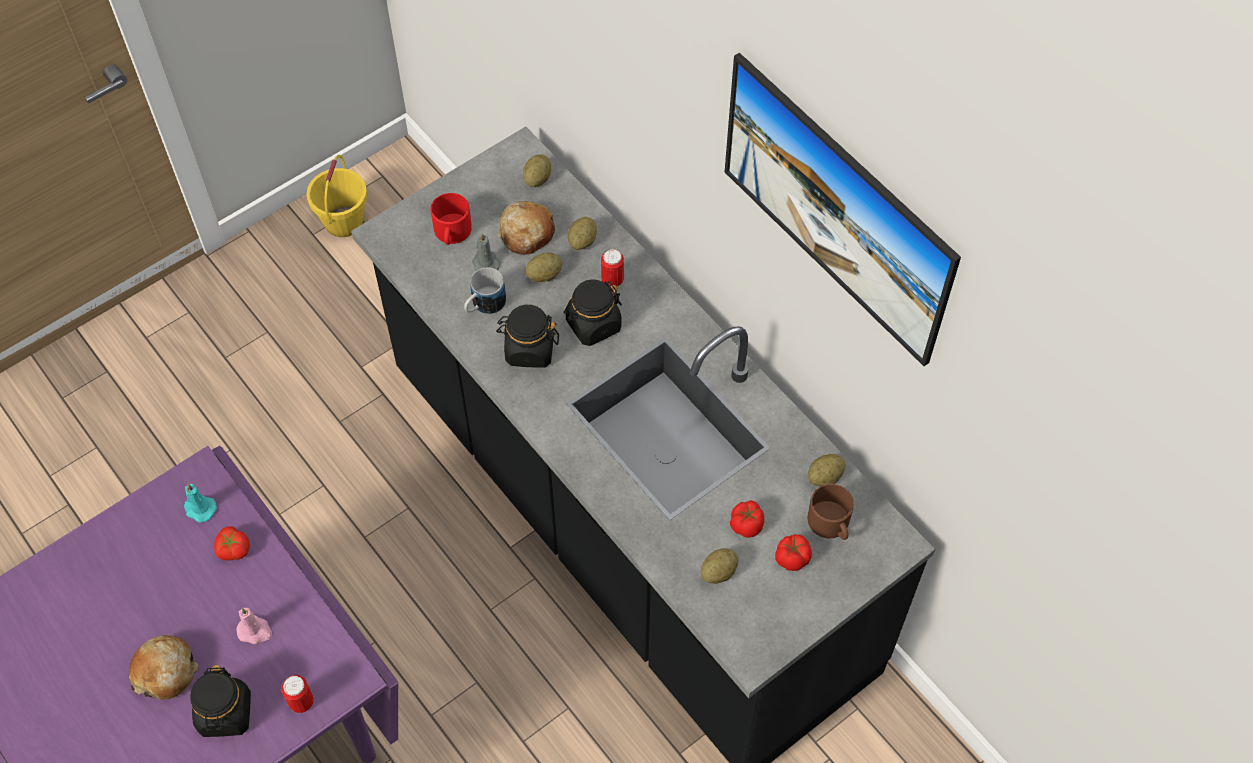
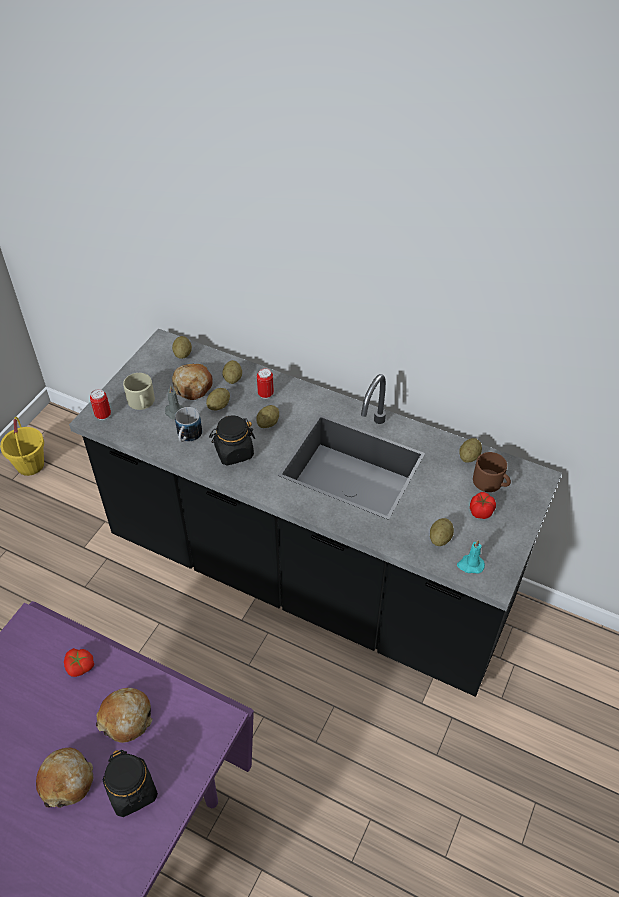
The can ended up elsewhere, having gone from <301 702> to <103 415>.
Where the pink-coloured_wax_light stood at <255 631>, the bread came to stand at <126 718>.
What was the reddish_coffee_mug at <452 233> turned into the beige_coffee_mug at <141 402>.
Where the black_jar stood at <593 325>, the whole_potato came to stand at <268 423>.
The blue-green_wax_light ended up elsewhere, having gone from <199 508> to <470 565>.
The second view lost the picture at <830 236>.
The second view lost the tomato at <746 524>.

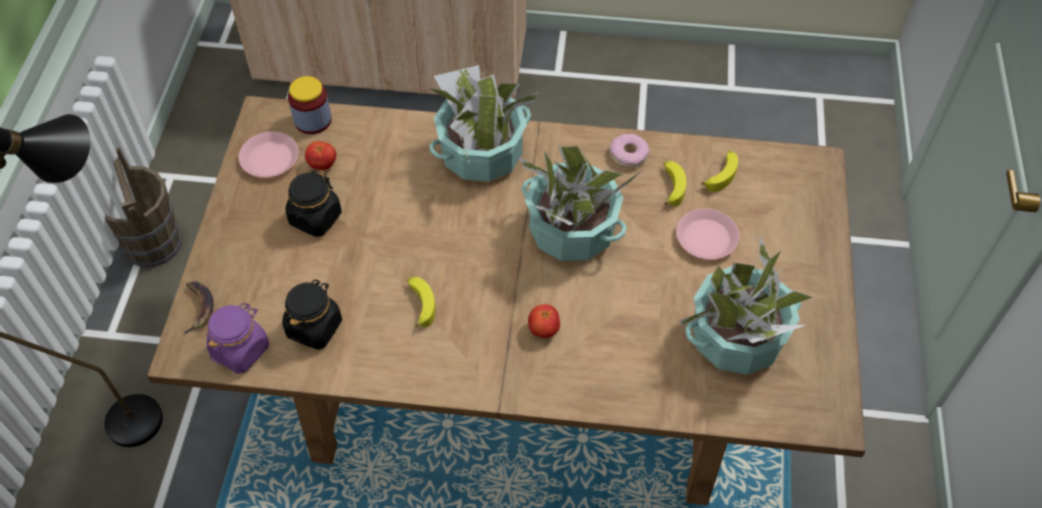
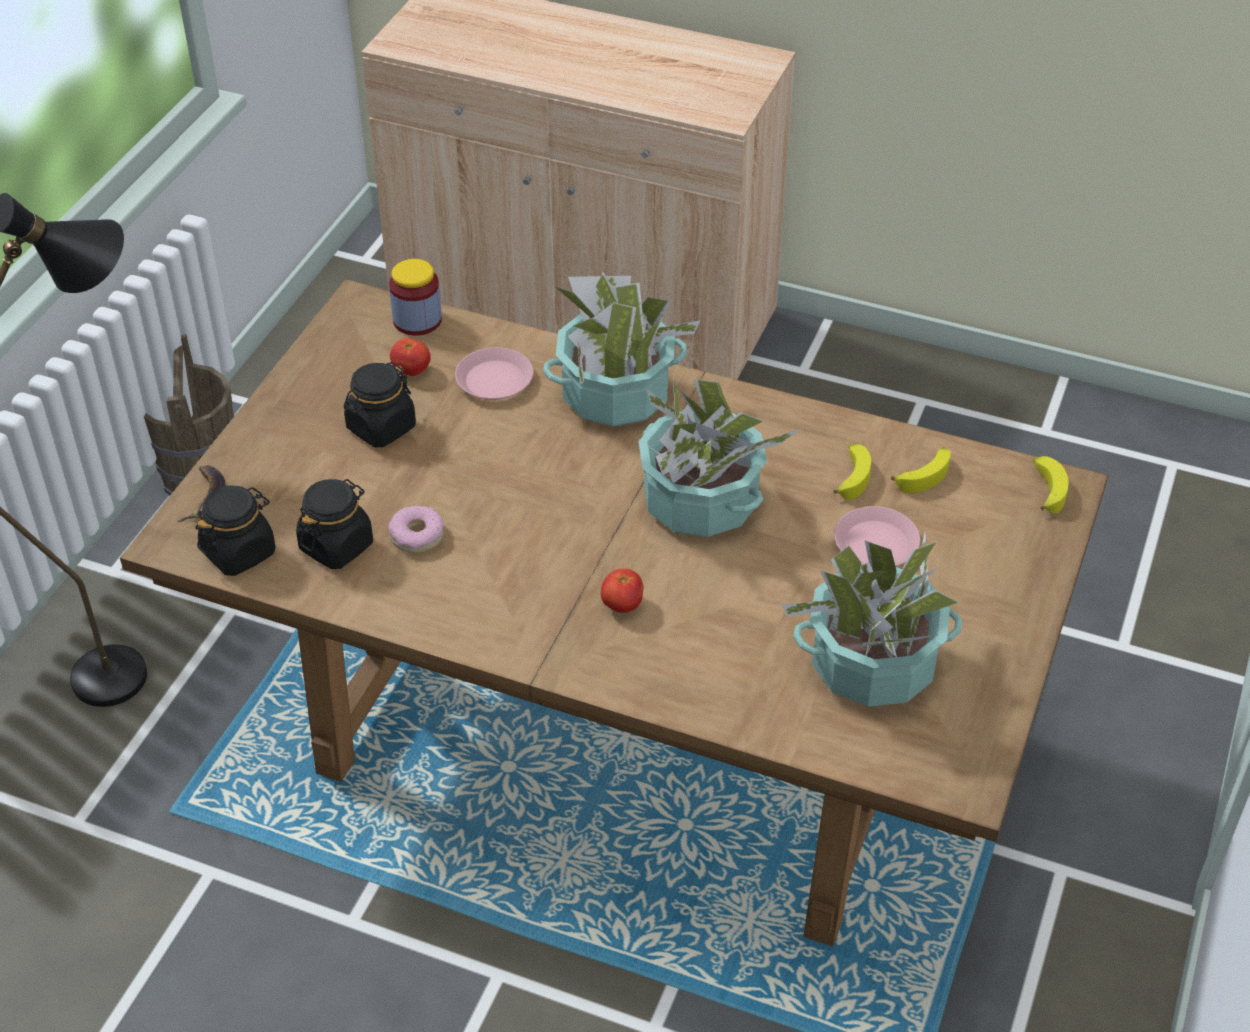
What was the purplish_jar at <240 350> turned into the black_jar at <239 552>.
The doughnut ended up elsewhere, having gone from <628 155> to <416 536>.
The pink-coloured_plate ended up elsewhere, having gone from <269 159> to <494 380>.
The whole_banana ended up elsewhere, having gone from <420 304> to <1046 489>.

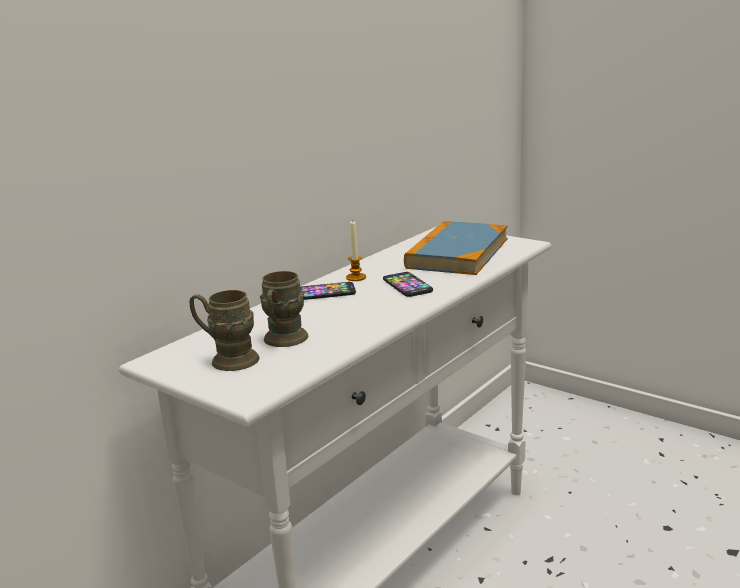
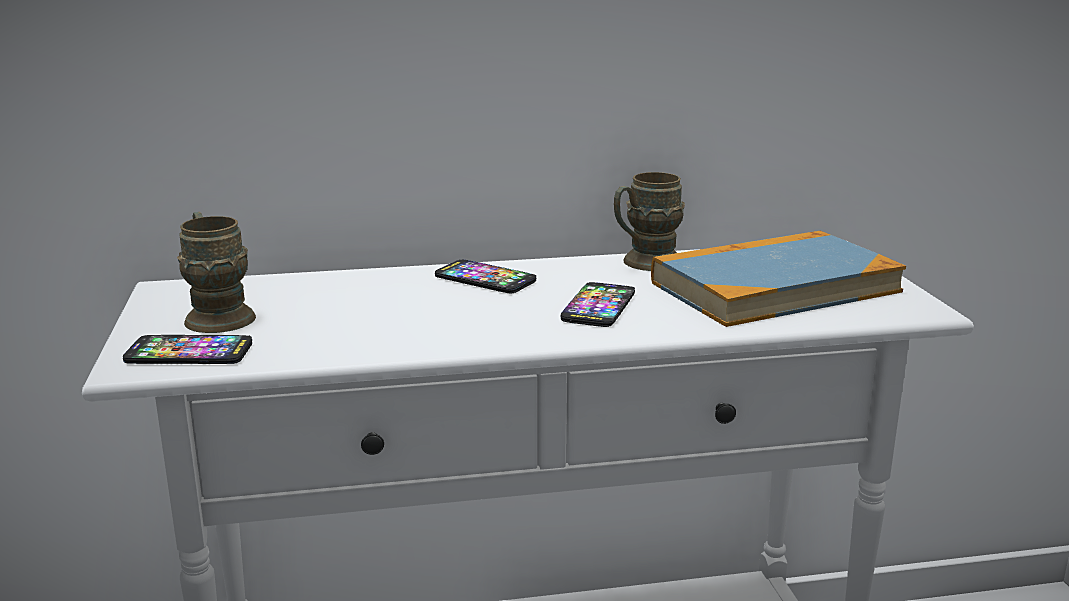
The second view gained the telephone at <189 352>.
The brown-coloured_coffee_mug ended up elsewhere, having gone from <283 341> to <644 264>.
The second view lost the wax_light at <356 277>.

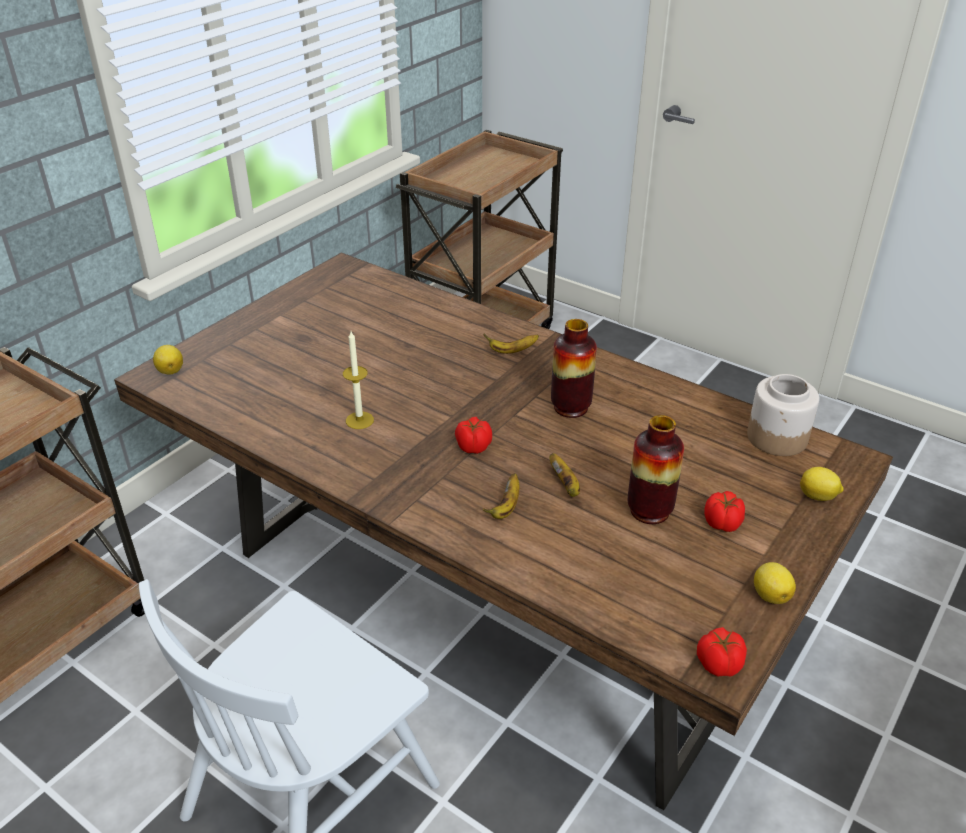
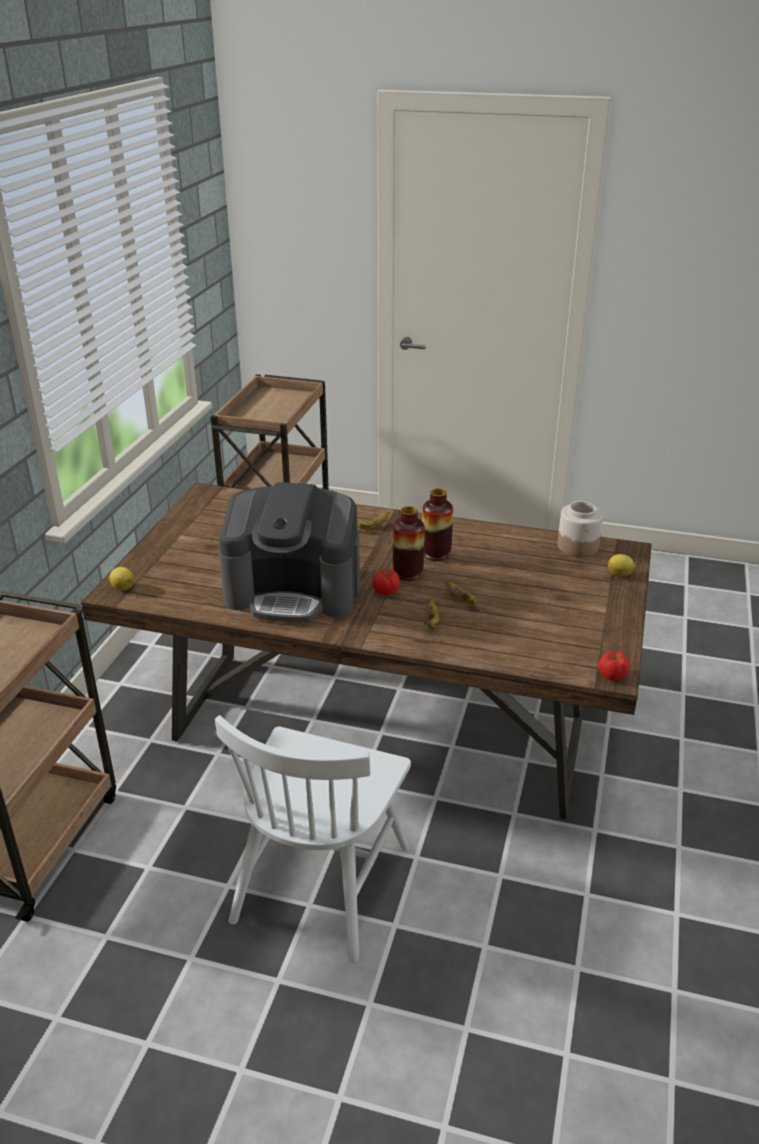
Where the wax_light stood at <359 420>, the coffee_maker came to stand at <294 591>.
The flower_vase ended up elsewhere, having gone from <649 511> to <408 574>.
The second view lost the tomato at <722 524>.
The second view lost the citrus_fruit at <770 595>.

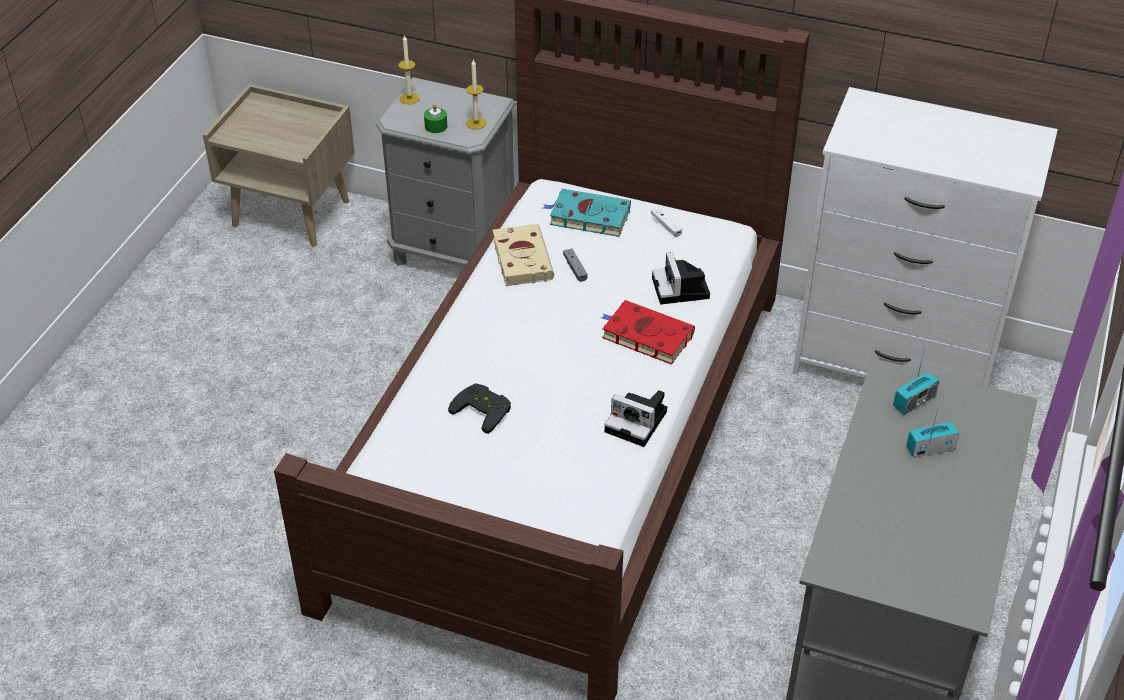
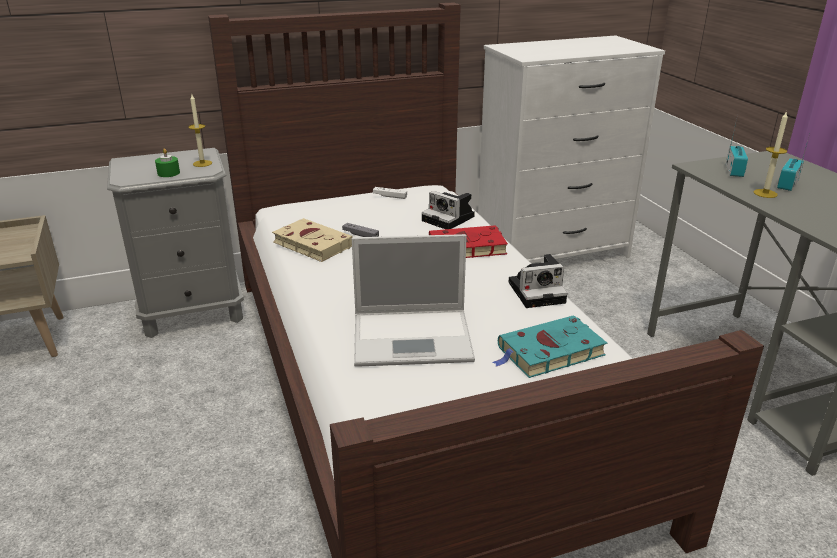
Where the black_game_controller stood at <484 409>, the notebook_computer came to stand at <414 337>.
The blue-green_book ended up elsewhere, having gone from <587 216> to <548 352>.
The wax_light ended up elsewhere, having gone from <409 98> to <765 193>.

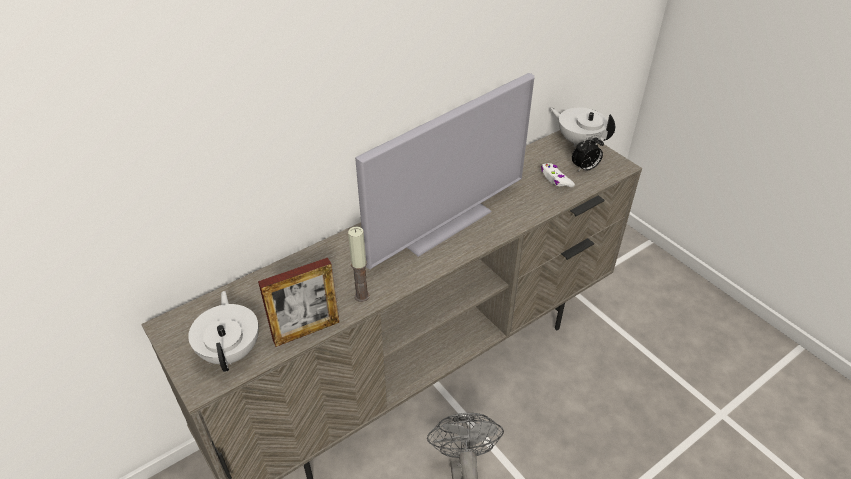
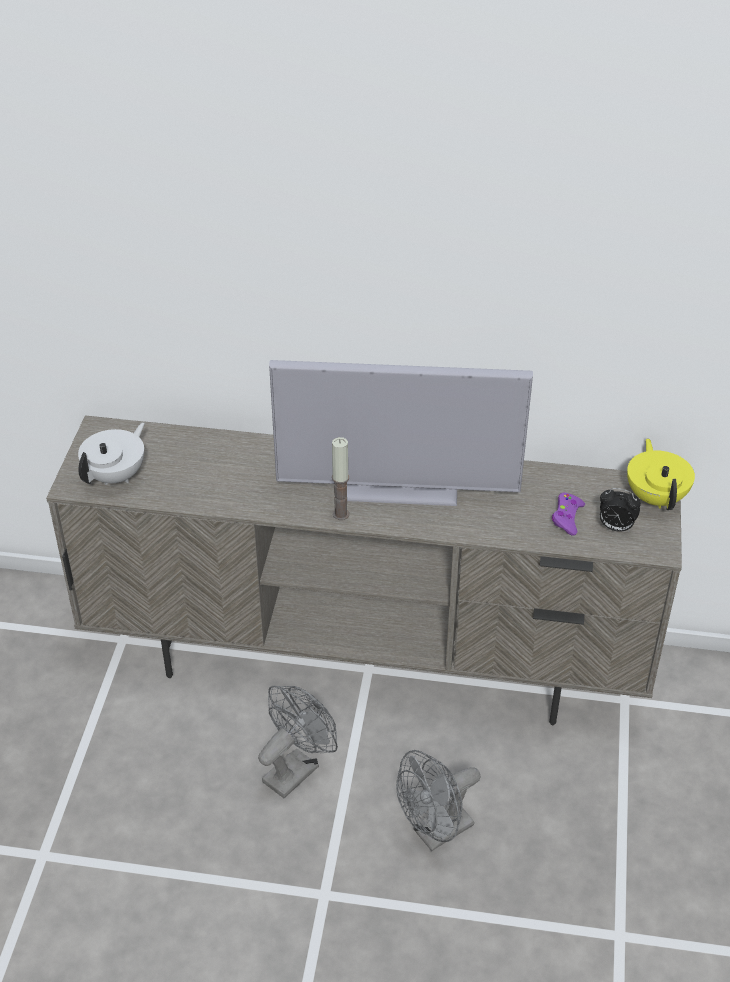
The wax_light ended up elsewhere, having gone from <362 296> to <341 514>.
The second view gained the grey_cooling_fan at <436 833>.
What was the whitish_game_controller at <555 179> turned into the purplish_game_controller at <567 518>.
What was the whitish_pot_for_tea at <578 141> turned into the yellow_pot_for_tea at <656 497>.
The second view lost the picture_frame at <306 331>.

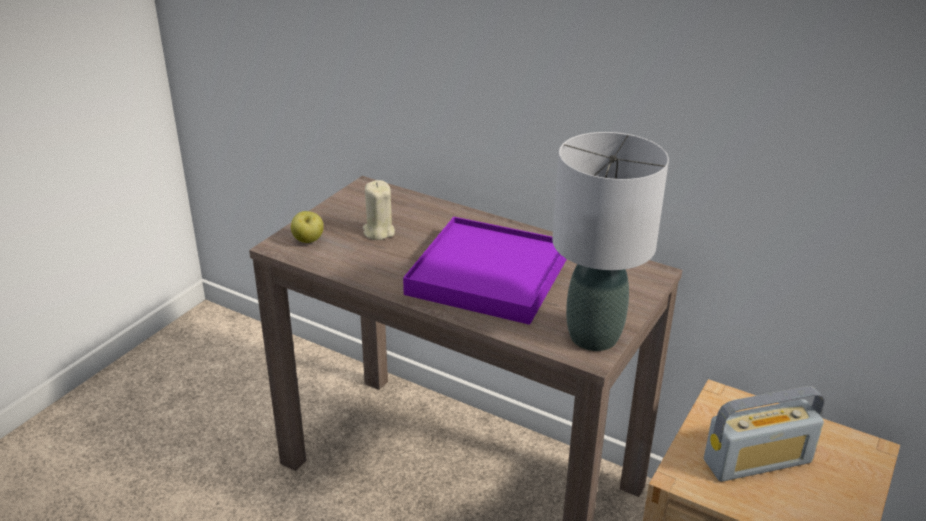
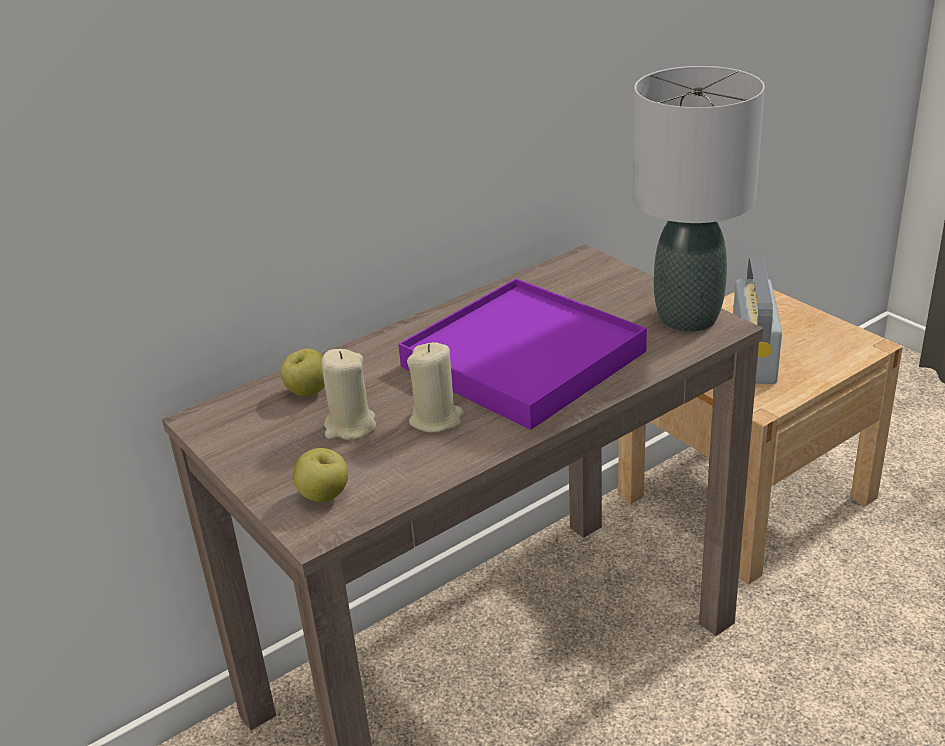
The second view gained the whole_apple at <308 392>.
The second view gained the beige_wax_light at <436 419>.

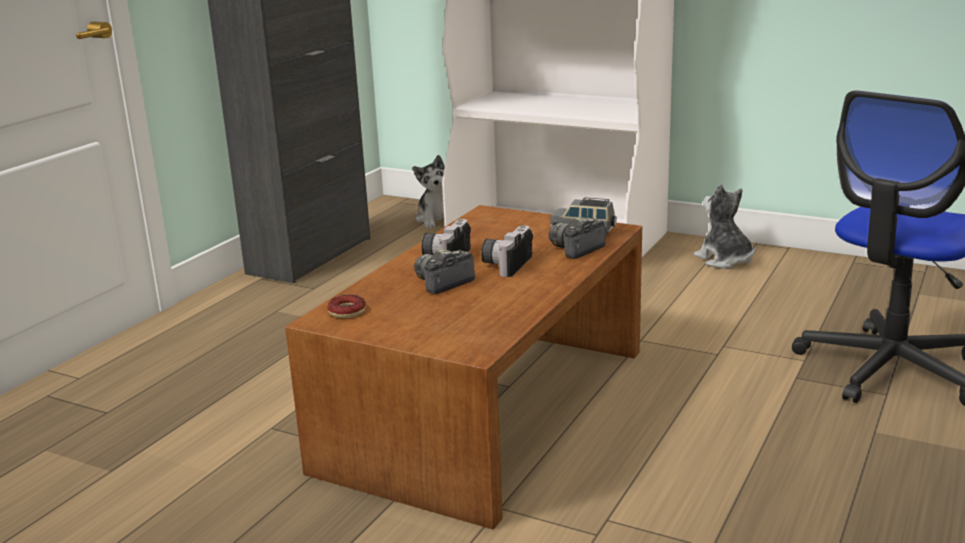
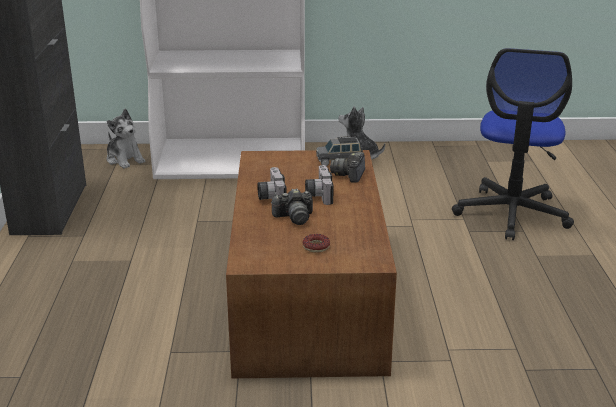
The photo_camera at <443 283> ended up facing another way, 120 degrees counterclockwise from before.
The doughnut ended up elsewhere, having gone from <347 311> to <316 246>.

